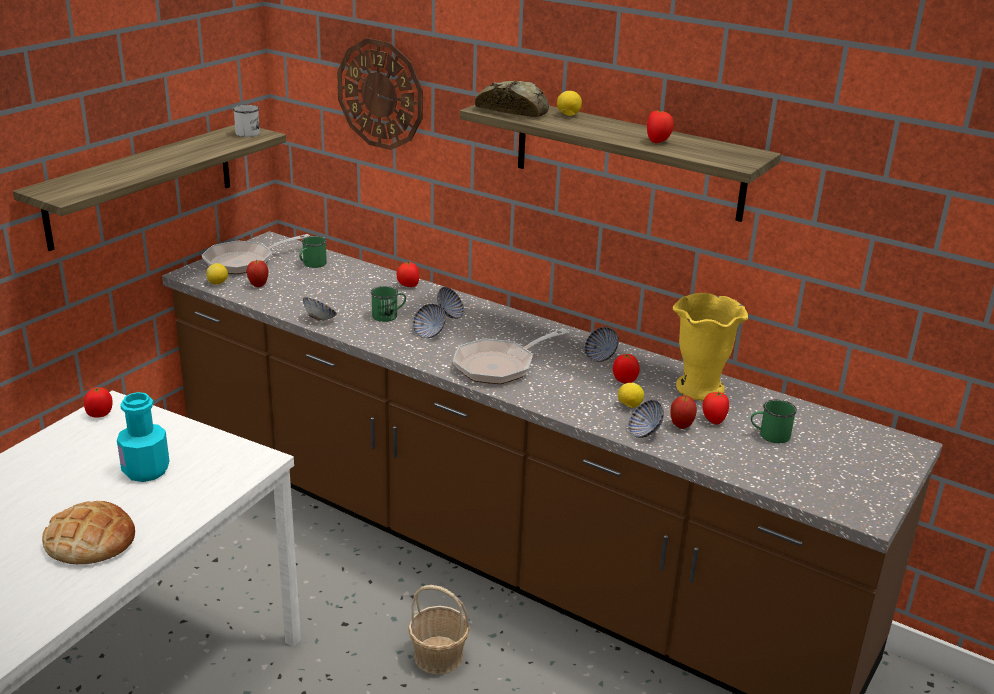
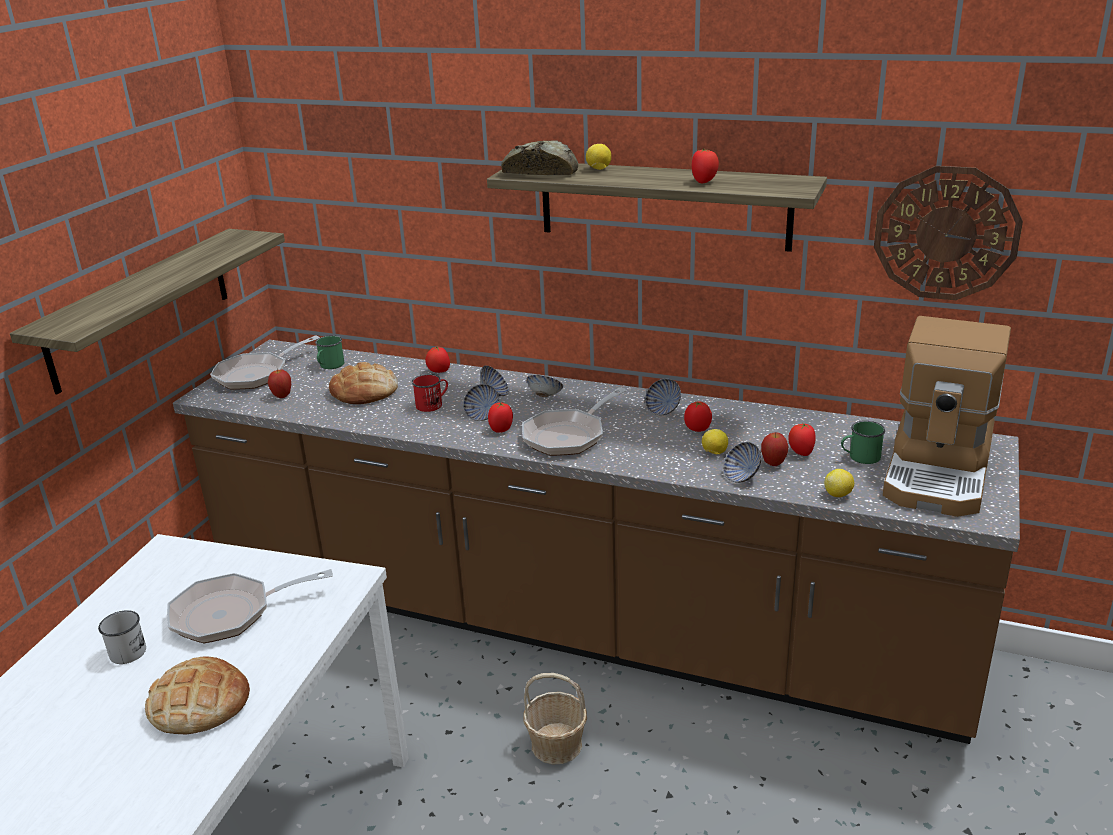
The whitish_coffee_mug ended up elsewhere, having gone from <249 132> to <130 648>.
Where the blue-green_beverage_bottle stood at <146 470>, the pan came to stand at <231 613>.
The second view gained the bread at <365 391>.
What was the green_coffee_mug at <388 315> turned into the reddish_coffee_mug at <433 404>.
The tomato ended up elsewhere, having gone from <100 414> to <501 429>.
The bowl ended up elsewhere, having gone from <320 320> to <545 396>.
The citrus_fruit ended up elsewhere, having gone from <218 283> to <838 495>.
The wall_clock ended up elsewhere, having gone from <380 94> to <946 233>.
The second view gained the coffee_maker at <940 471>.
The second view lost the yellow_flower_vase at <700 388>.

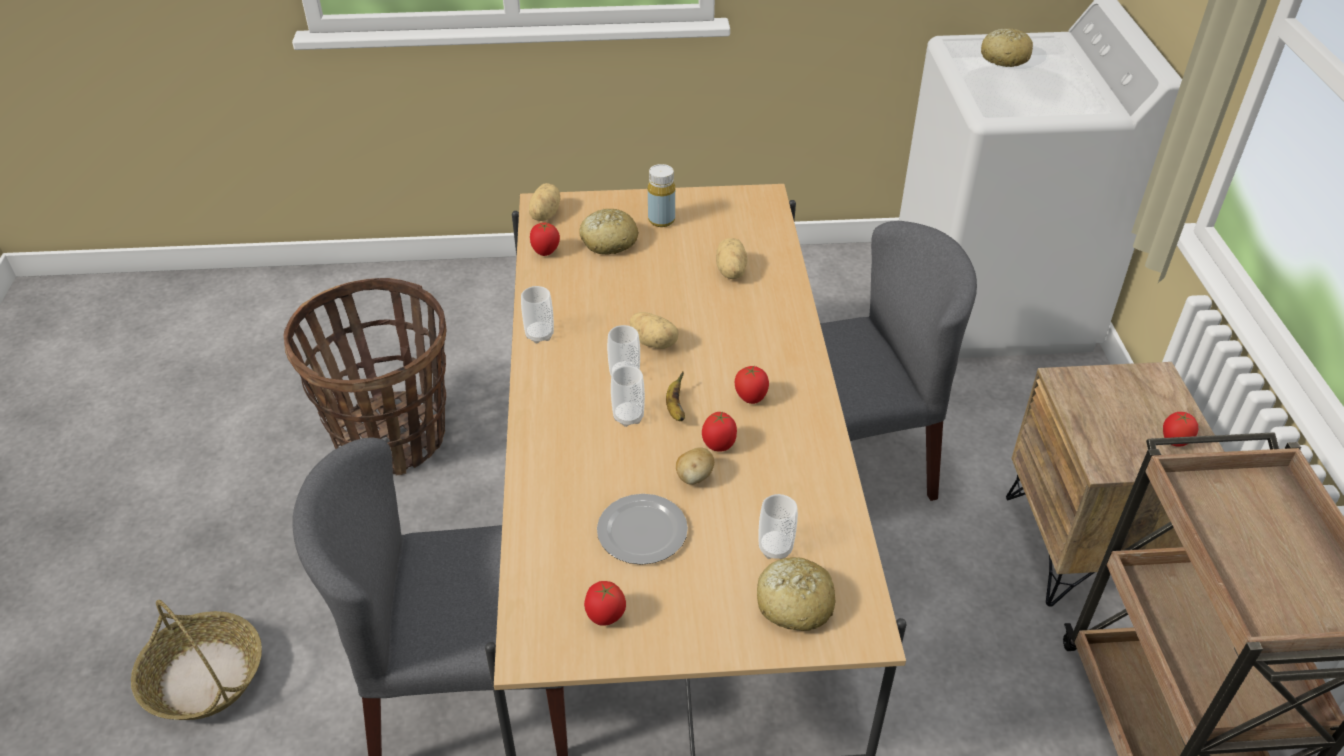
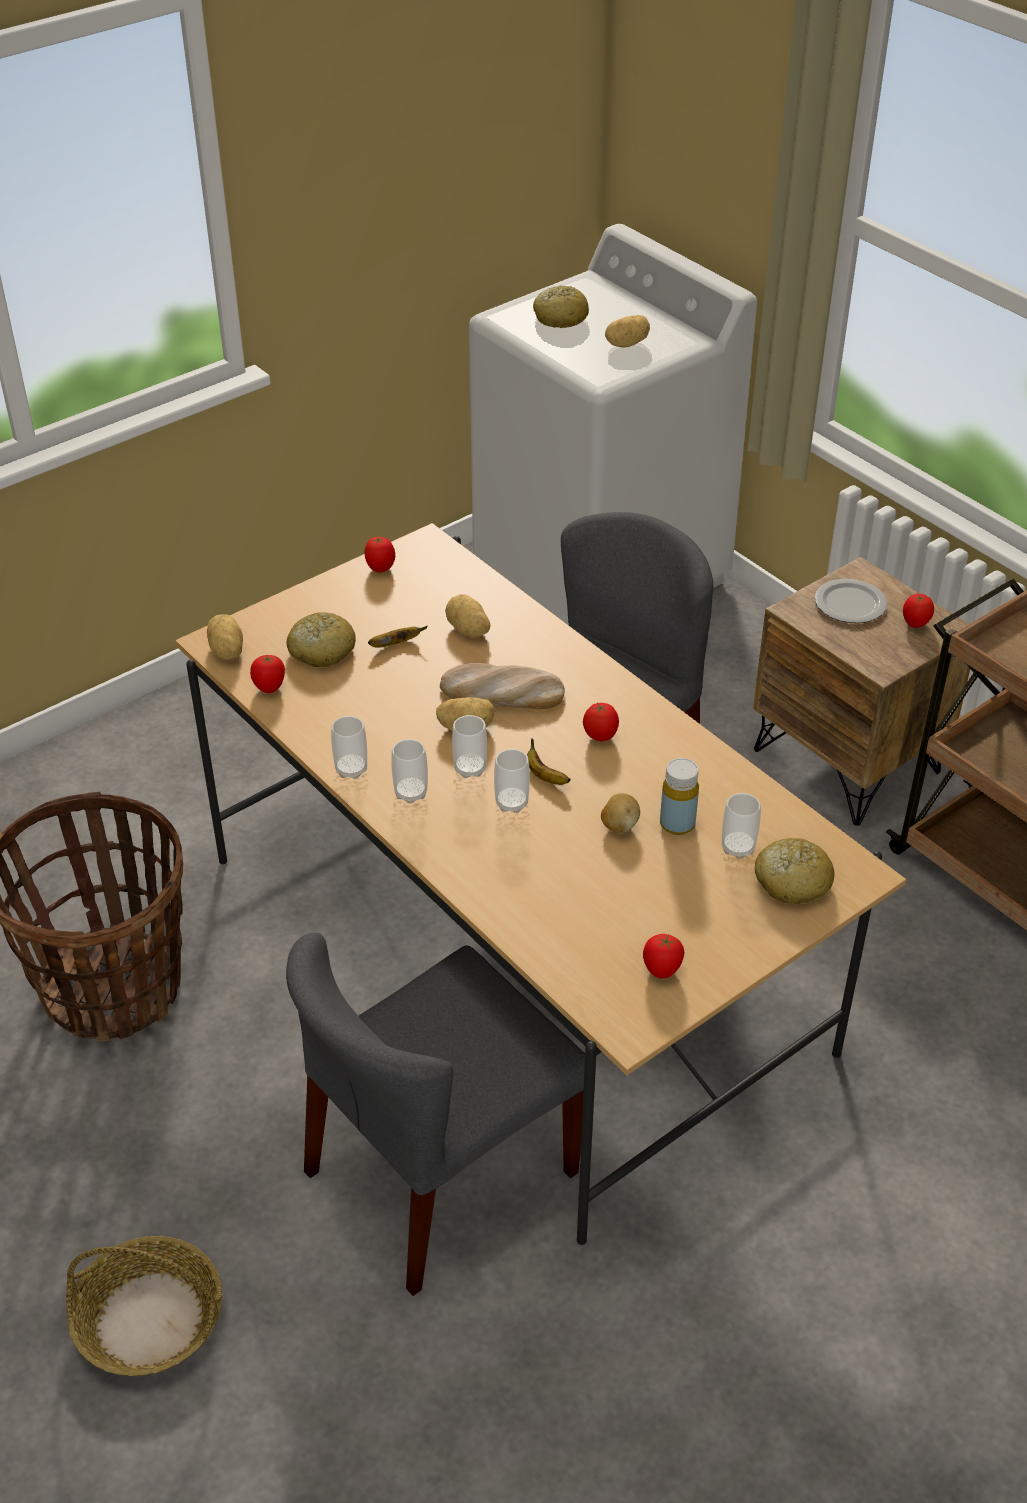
The tomato ended up elsewhere, having gone from <719 446> to <380 569>.
The second view gained the whole_banana at <396 644>.
The second view gained the drinking_cup at <411 793>.
The second view gained the bread at <501 693>.
The second view gained the whole_potato at <626 344>.
The yellow_beverage_bottle ended up elsewhere, having gone from <661 220> to <677 824>.
The plate ended up elsewhere, having gone from <641 532> to <850 605>.

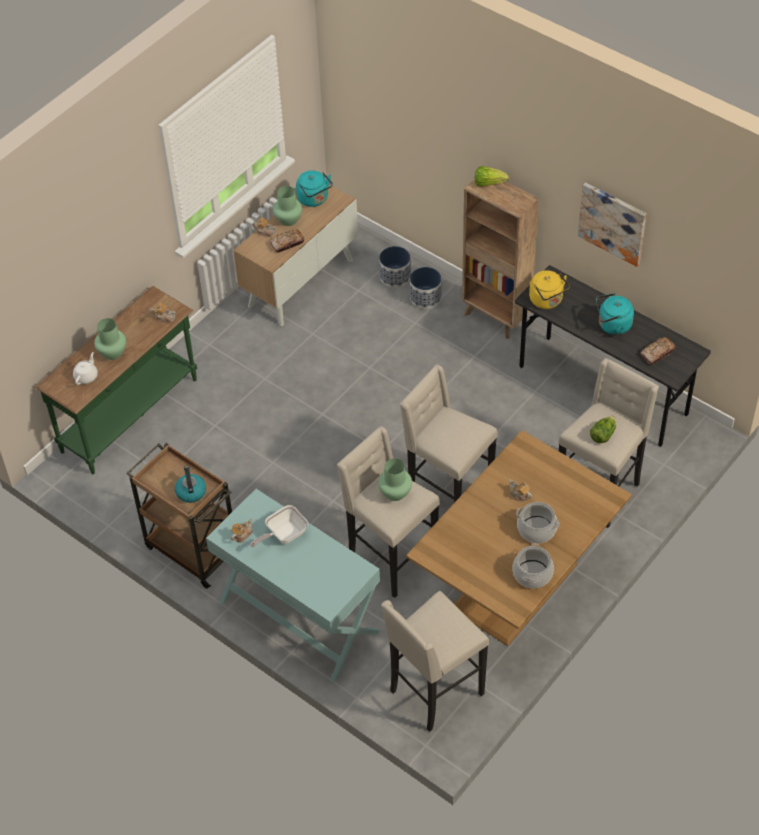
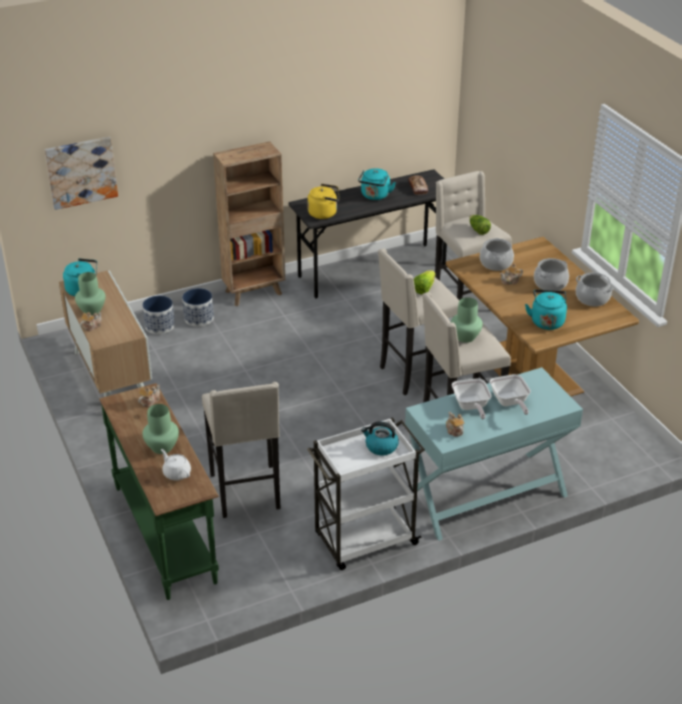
The picture ended up elsewhere, having gone from <612 223> to <81 172>.
The beige_stool_seat ended up elsewhere, having gone from <434 693> to <247 493>.
What was the brown-coloured_wheeled_cart at <191 549> turned into the whitish_wheeled_cart at <364 540>.
The lettuce_head ended up elsewhere, having gone from <489 183> to <424 288>.
The second view gained the cooking_pot at <495 263>.
The second view gained the pan at <510 403>.
The second view gained the blue-green_tea_kettle at <546 321>.
The second view lost the bread at <287 243>.

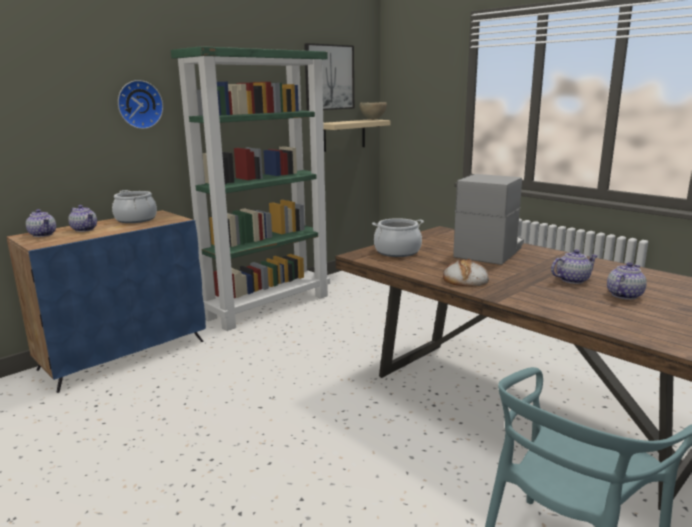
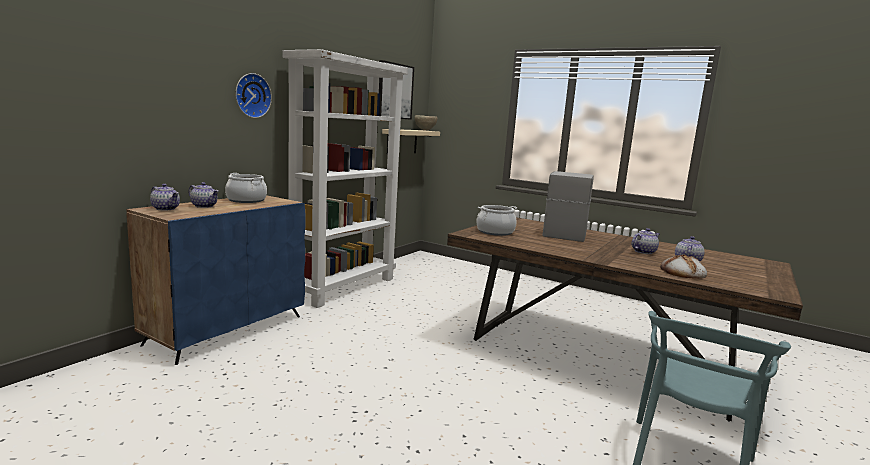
What was the green_shelving_unit at <268 306> turned into the whitish_shelving_unit at <344 287>.
The bread ended up elsewhere, having gone from <464 279> to <682 273>.

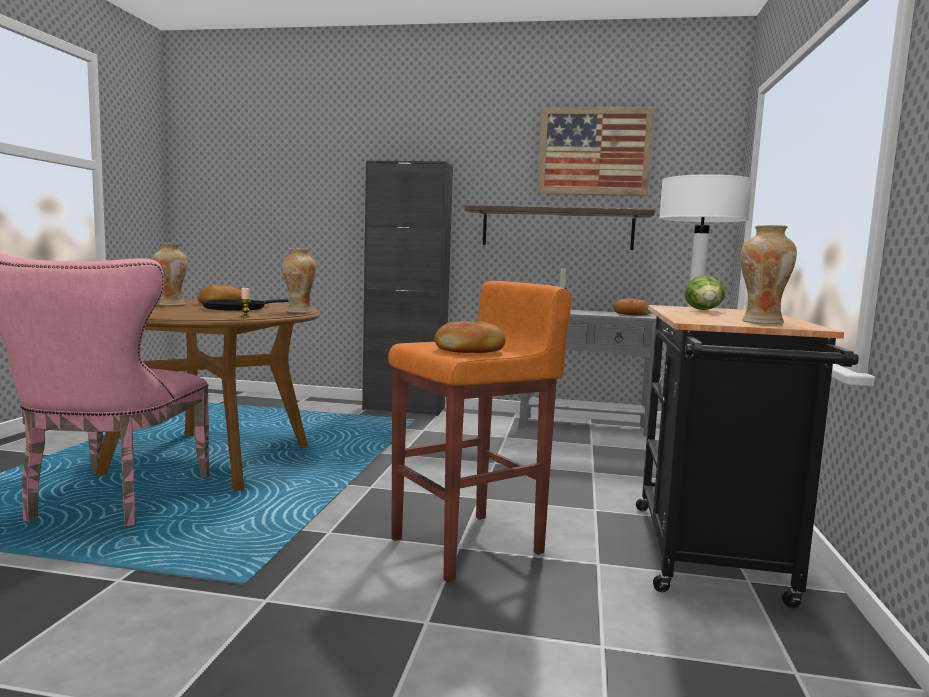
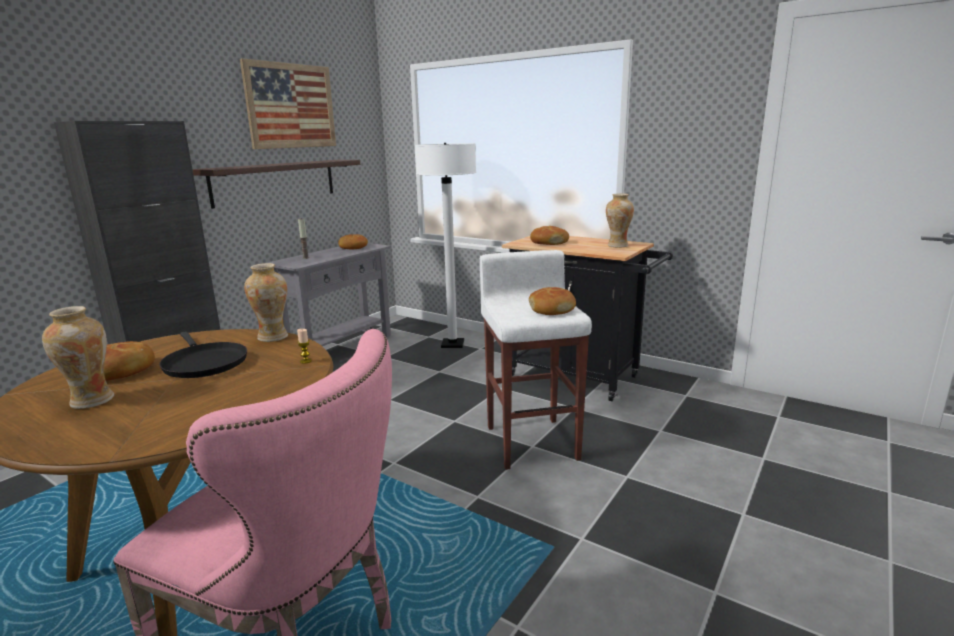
What was the orange_stool_seat at <470 545> turned into the whitish_stool_seat at <532 441>.
Where the lettuce_head stood at <704 310>, the bread came to stand at <548 242>.

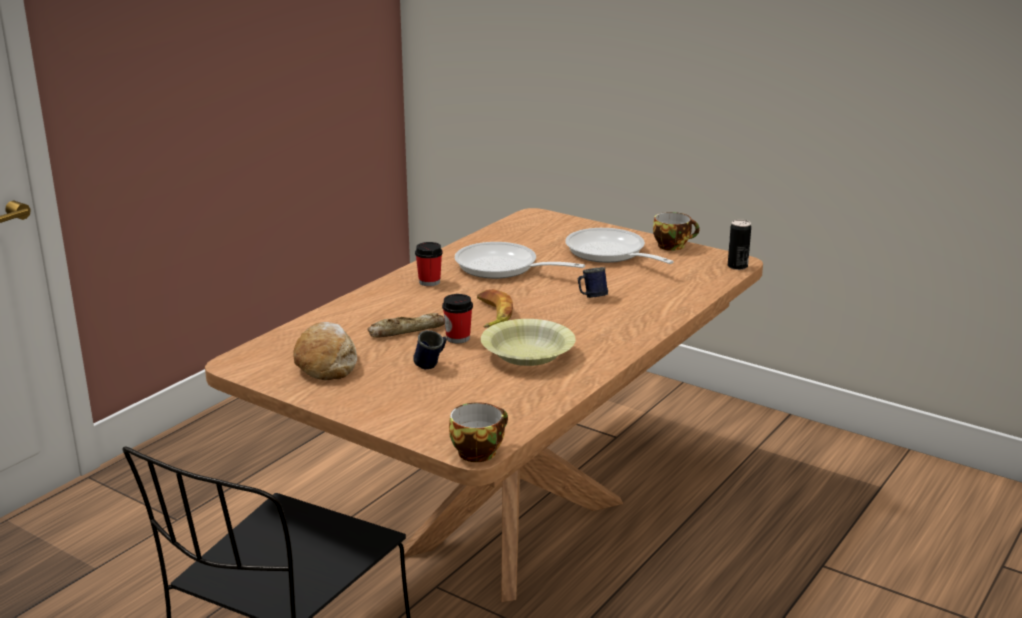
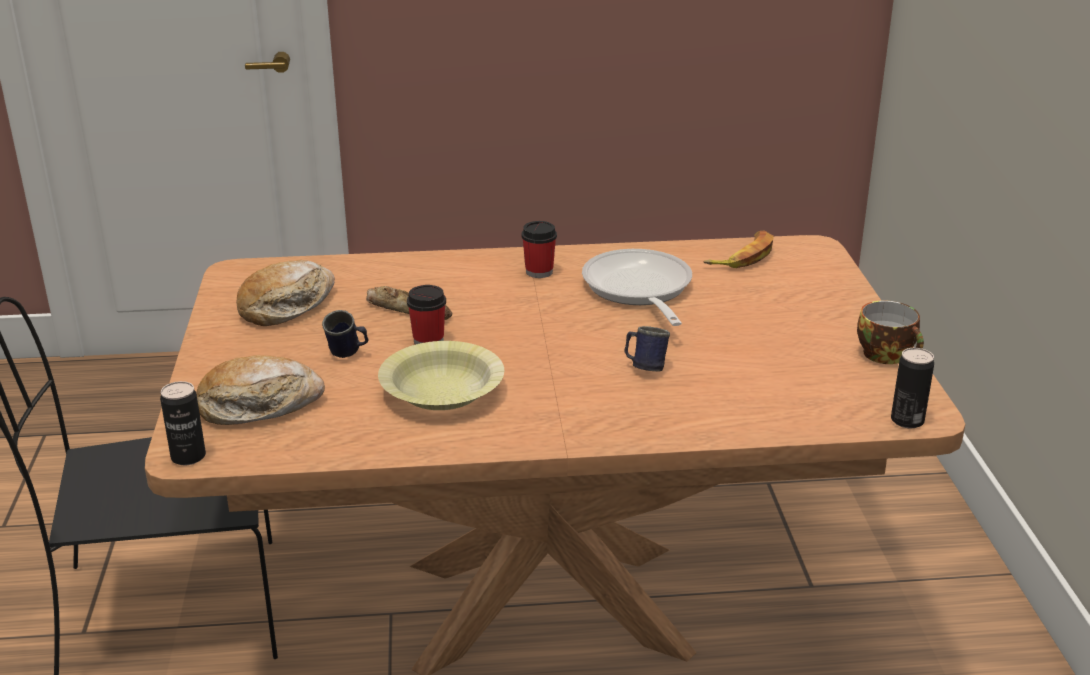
Where the drinking_cup stood at <478 451>, the can came to stand at <188 457>.
The second view gained the bread at <259 405>.
The whole_banana ended up elsewhere, having gone from <491 314> to <743 257>.
The second view lost the pan at <609 253>.

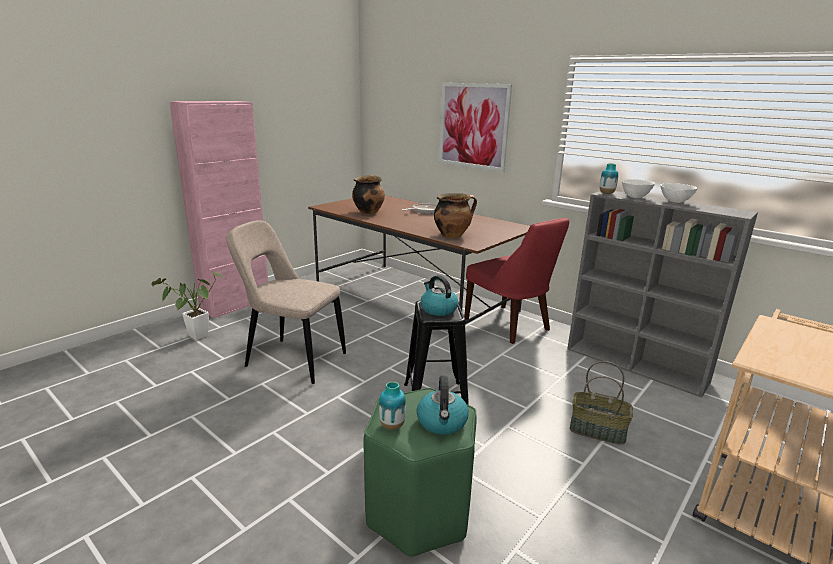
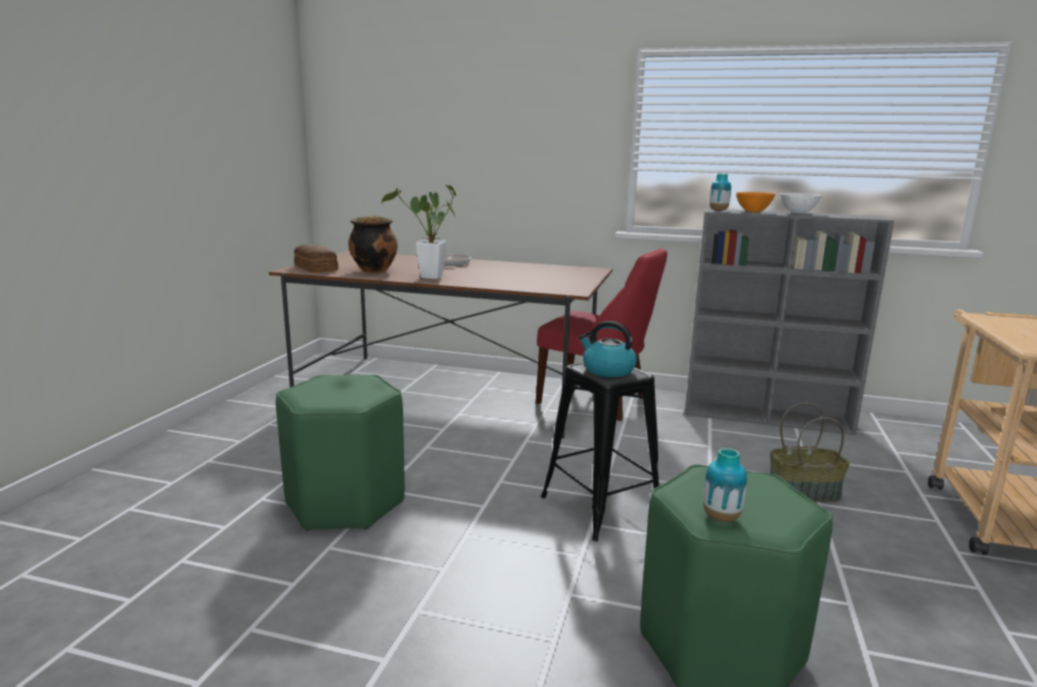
Where the beige_upright_chair stood at <292 359>, the green_stool_seat came to stand at <346 502>.
The second view gained the bread at <315 268>.
The plant_in_a_pot ended up elsewhere, having gone from <194 337> to <429 278>.
What was the whitish_bowl at <634 197> turned into the orange_bowl at <752 212>.
The second view lost the pink-coloured_storage_cabinet at <236 305>.
The second view lost the tea_kettle at <442 422>.
The second view lost the cooking_pot at <452 235>.
The second view lost the picture at <473 126>.

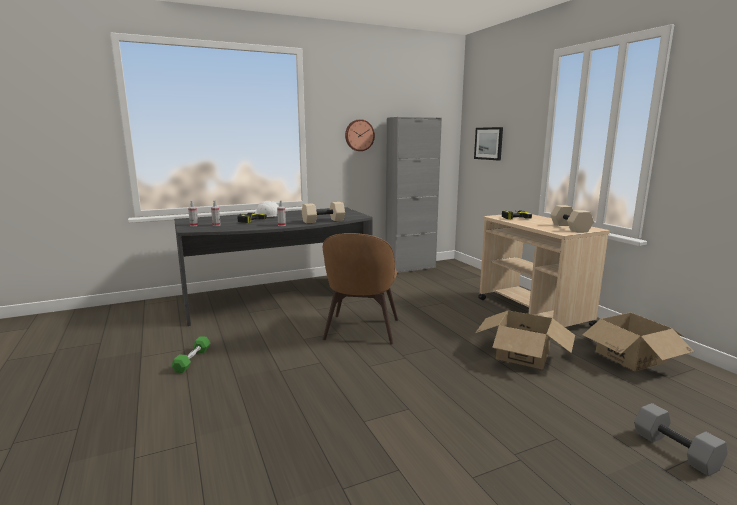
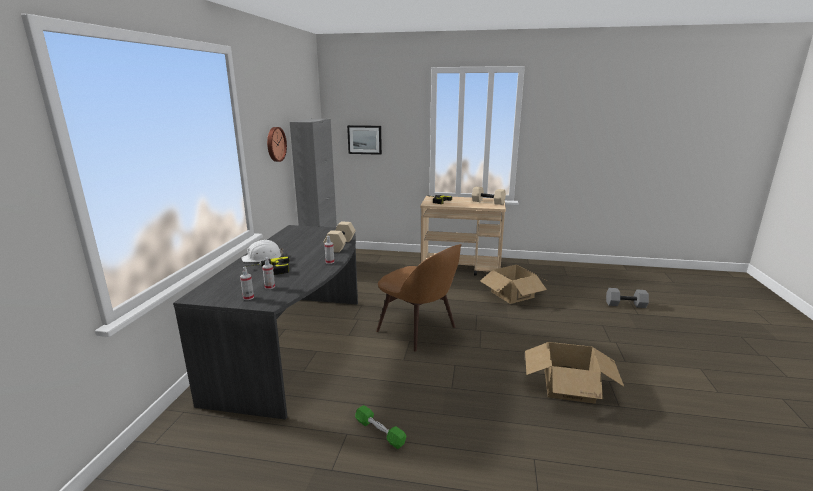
The carton ended up elsewhere, having gone from <630 357> to <569 386>.

